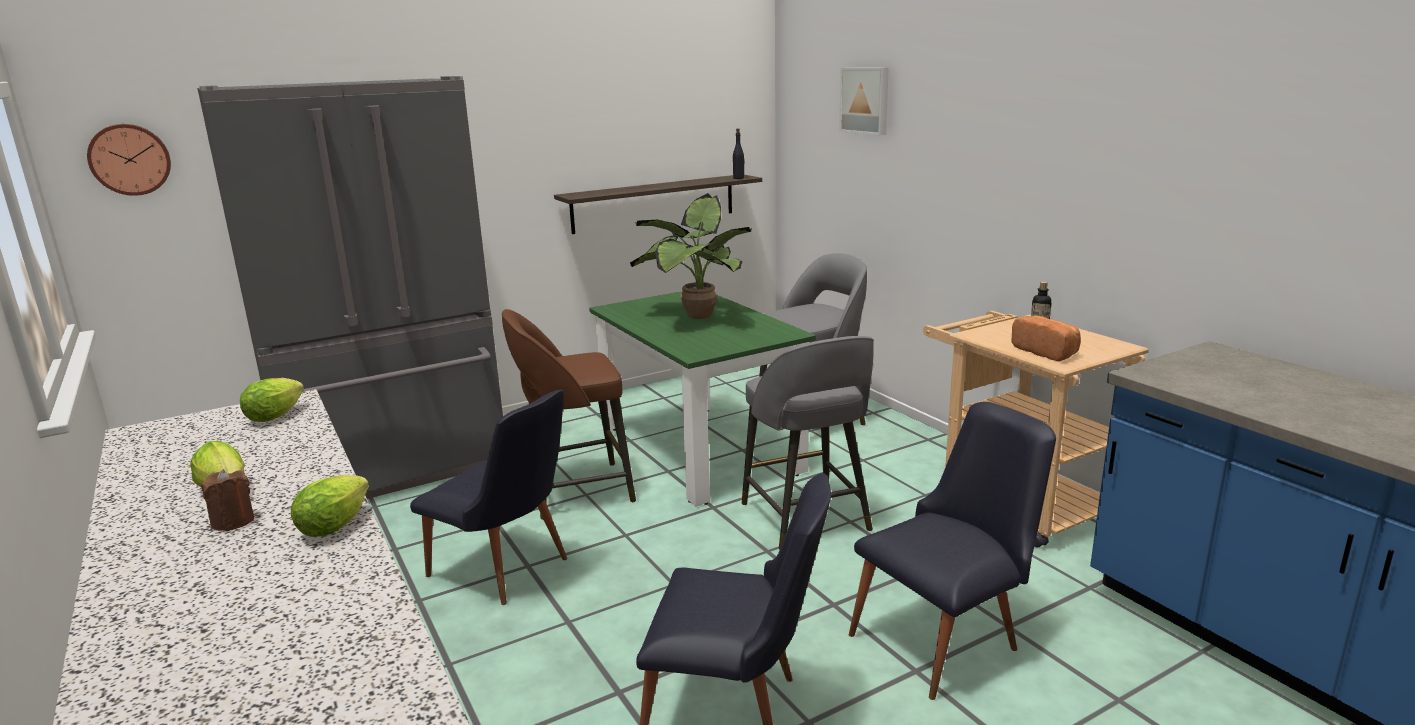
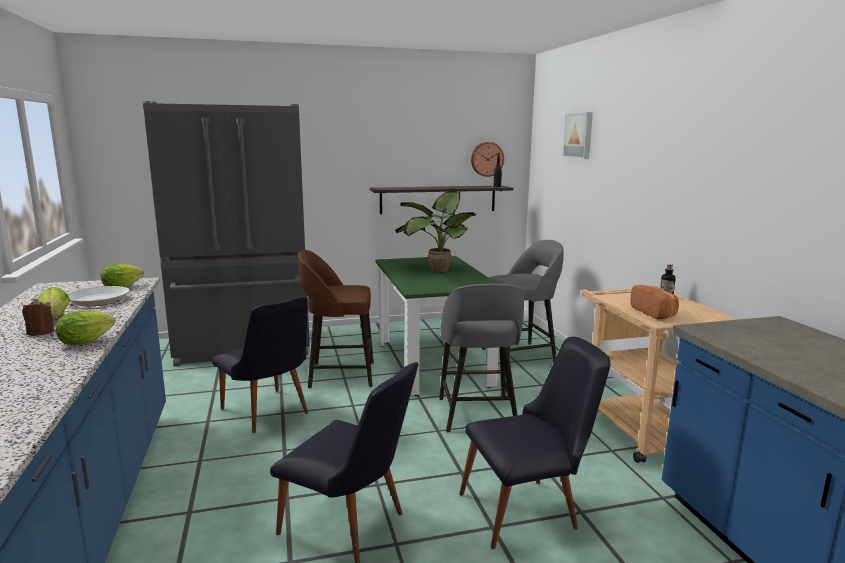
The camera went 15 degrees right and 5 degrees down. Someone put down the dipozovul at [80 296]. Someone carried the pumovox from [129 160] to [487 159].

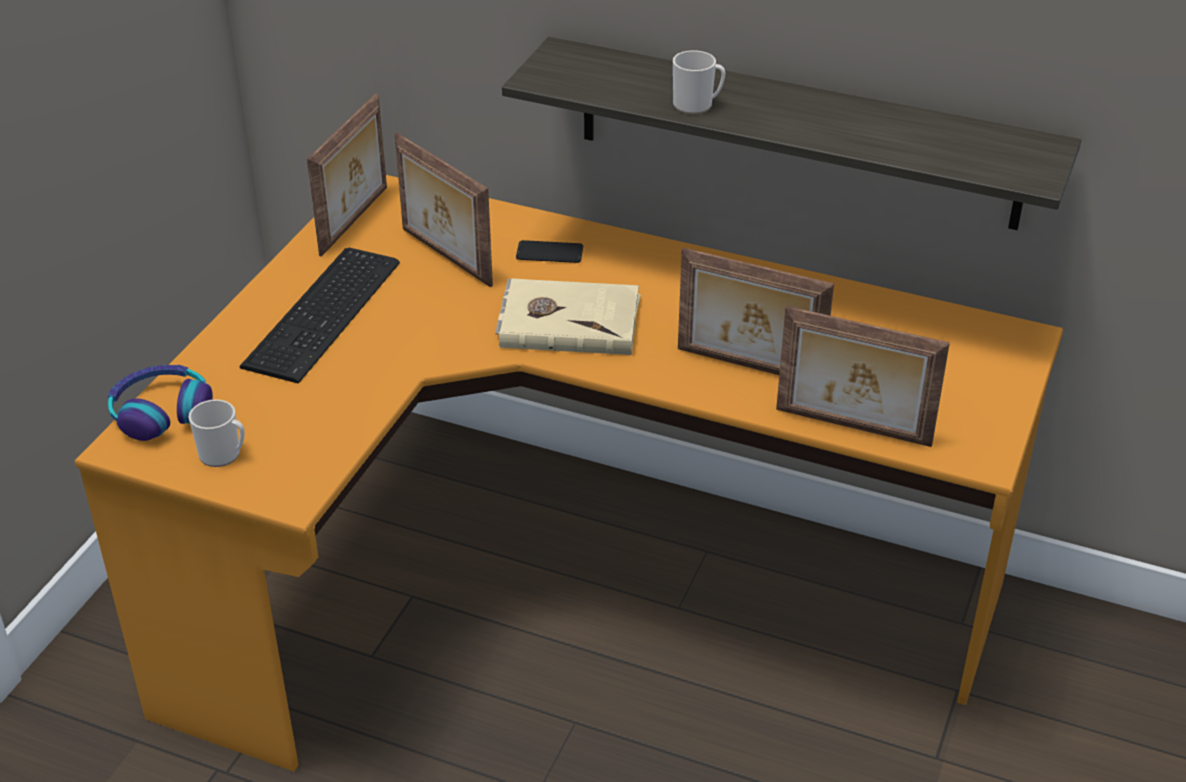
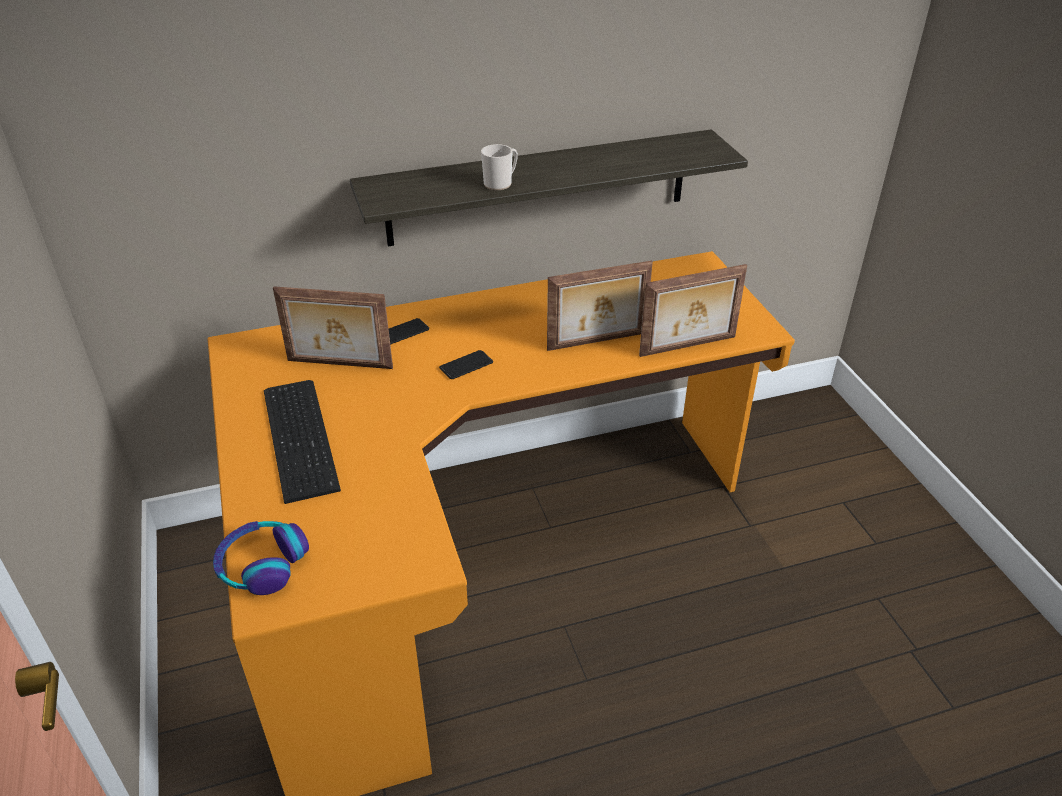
The camera went 40 degrees left and 0 degrees up. Someone swapped the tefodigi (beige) at [568 316] for the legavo at [466 364]. Someone took away the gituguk at [217 433]. Someone took away the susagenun at [347 175].

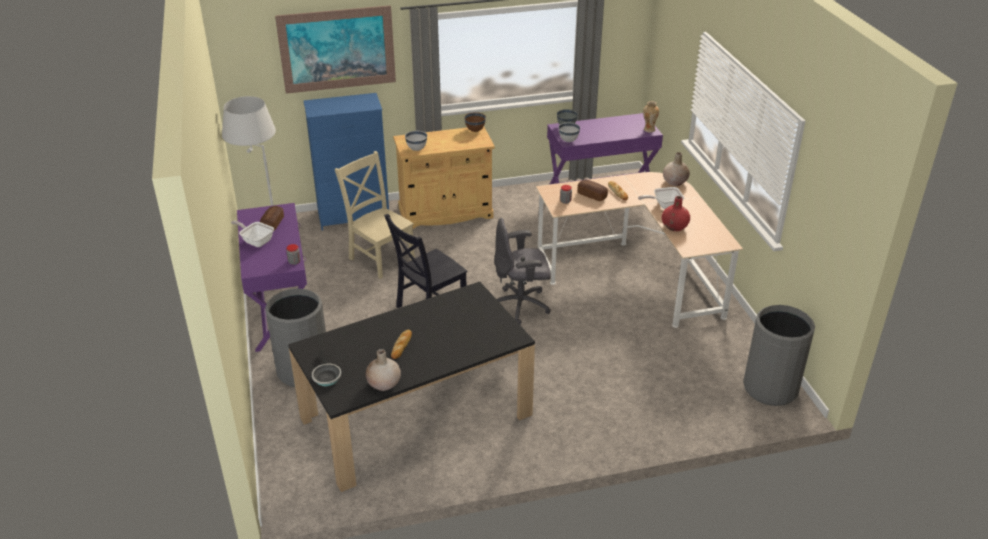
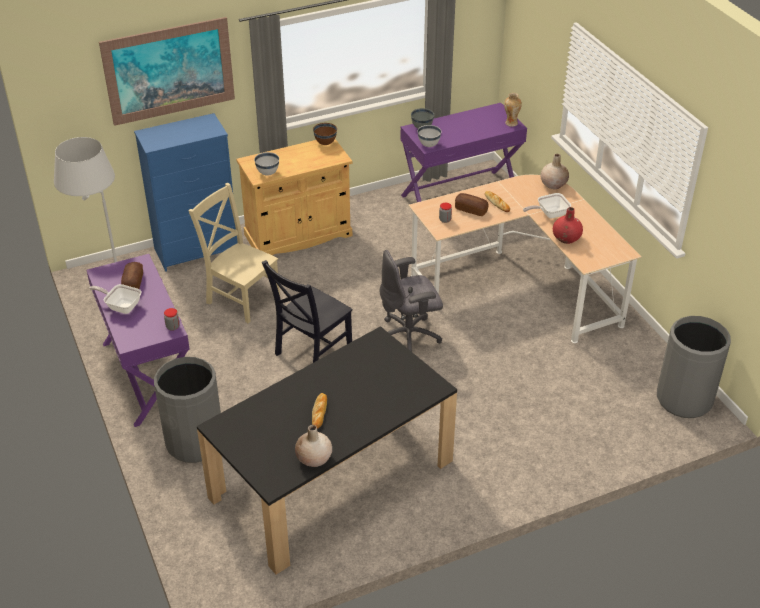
The camera went 10 degrees left and 5 degrees up. Someone took away the dipozovul at [326 368].

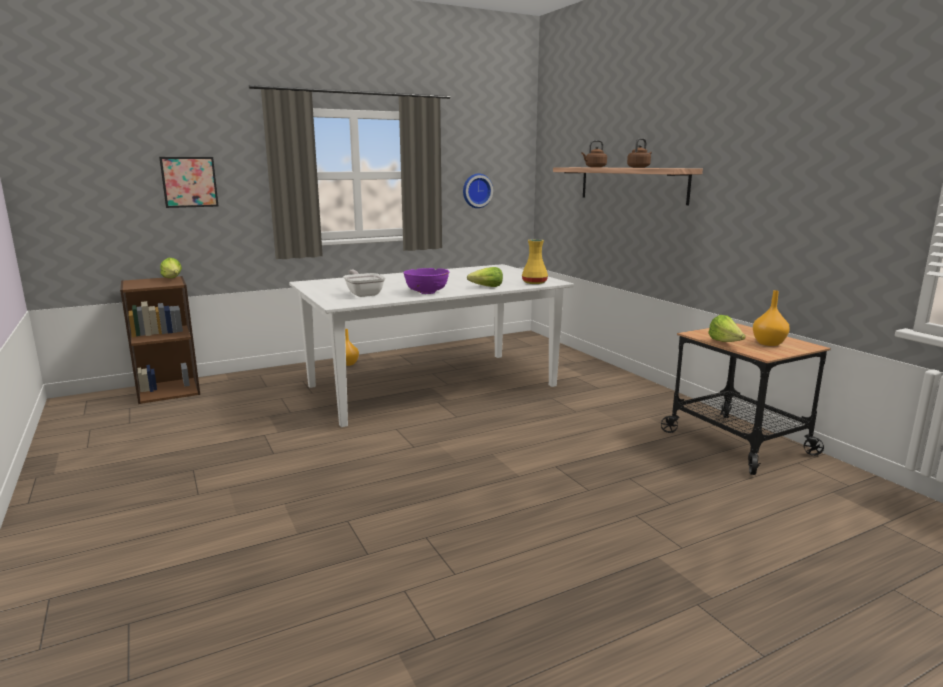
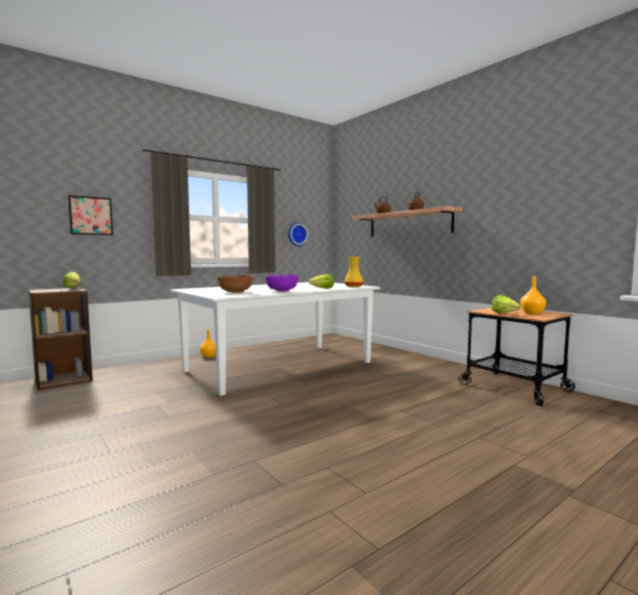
The camera went 10 degrees left and 10 degrees down. Someone swapped the dipozovul at [364 283] for the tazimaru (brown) at [235 284].

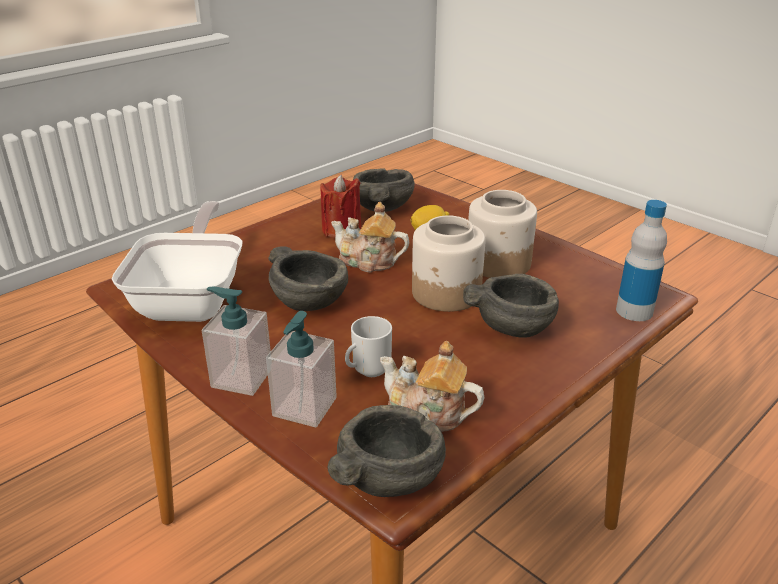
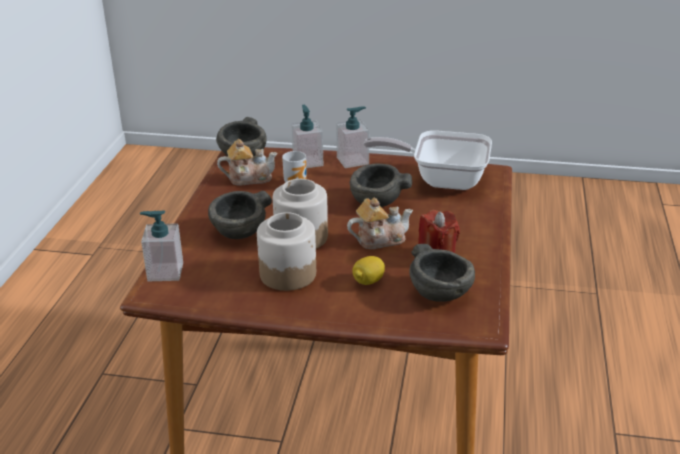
The camera went 145 degrees right and 0 degrees up. Someone swapped the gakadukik at [641 260] for the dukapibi at [161 245]. Someone rotated the dipozovul at [177 261] by 135 degrees clockwise.

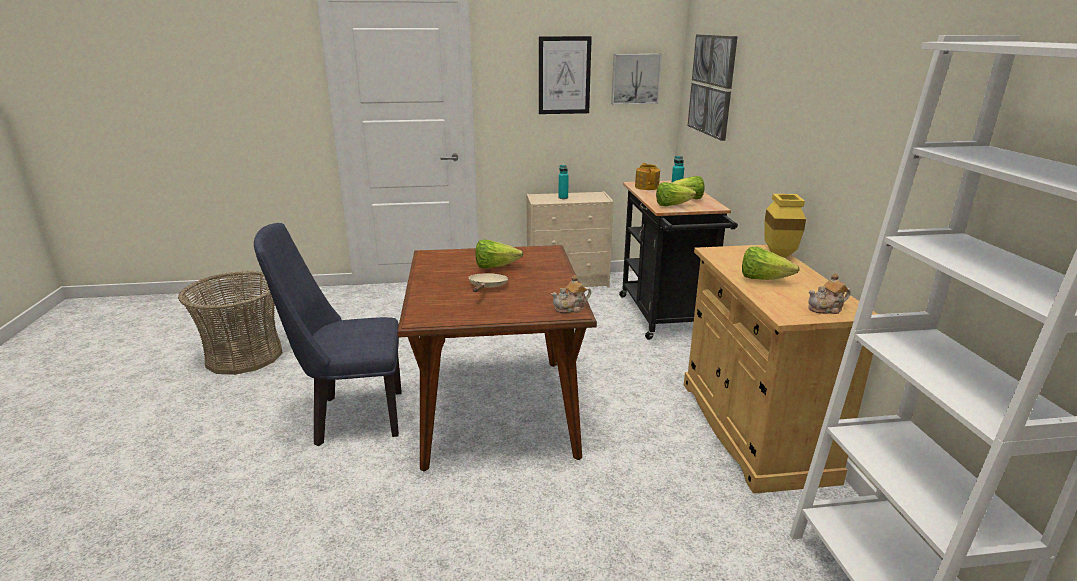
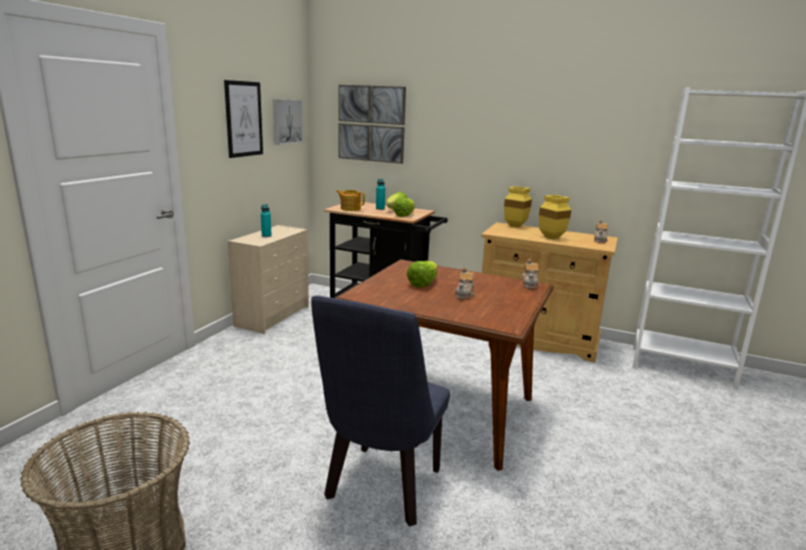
The camera went 60 degrees left and 5 degrees down. Someone swapped the dipozovul (beige) at [488 282] for the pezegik at [464 283]. Someone swapped the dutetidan at [771 263] for the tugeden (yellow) at [555 217].

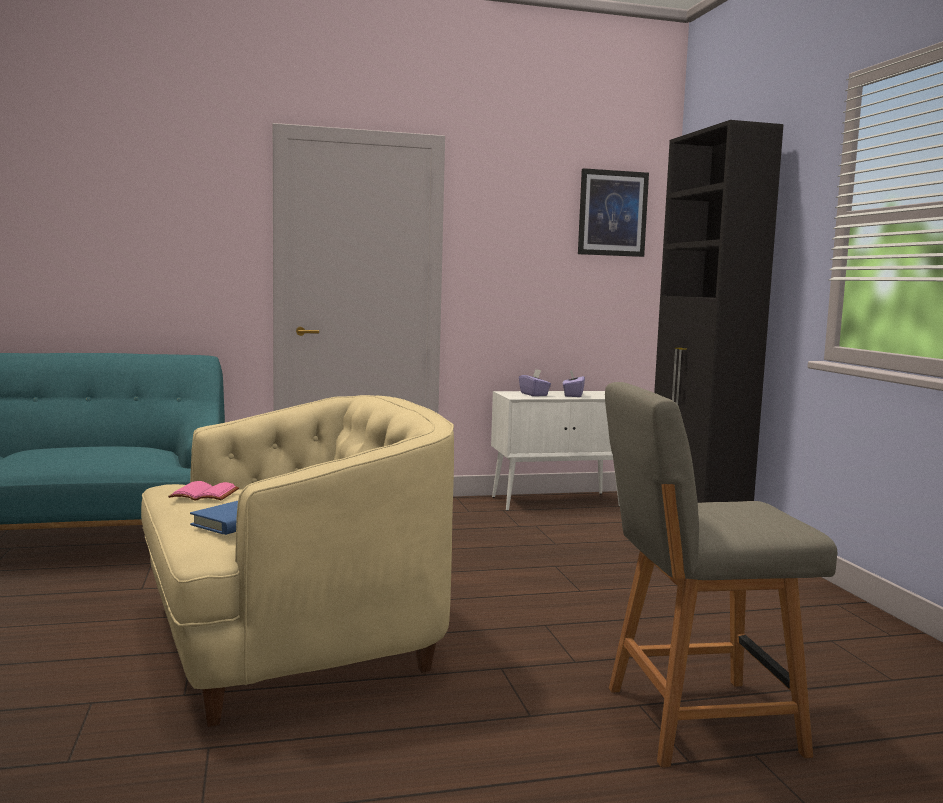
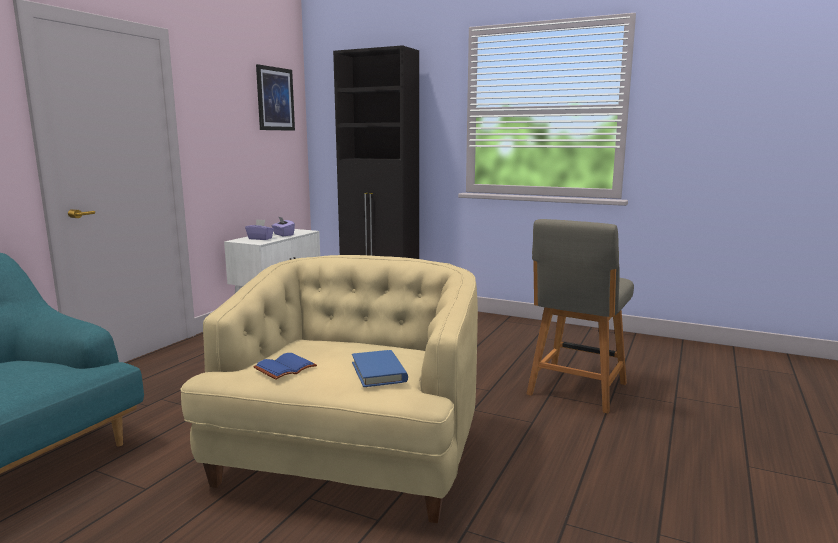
The camera went 50 degrees left and 5 degrees up. Someone repainted the tefodigi (pink) at [203 491], which became the tefodigi (blue) at [285 366].

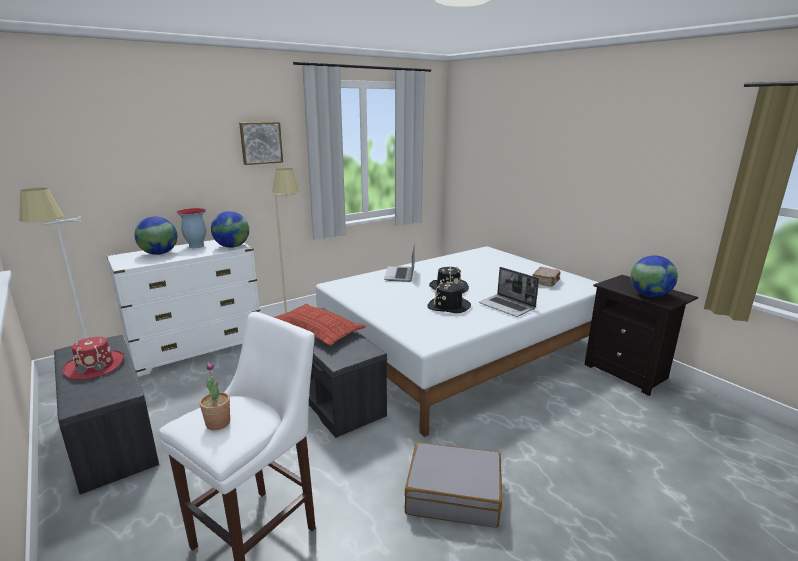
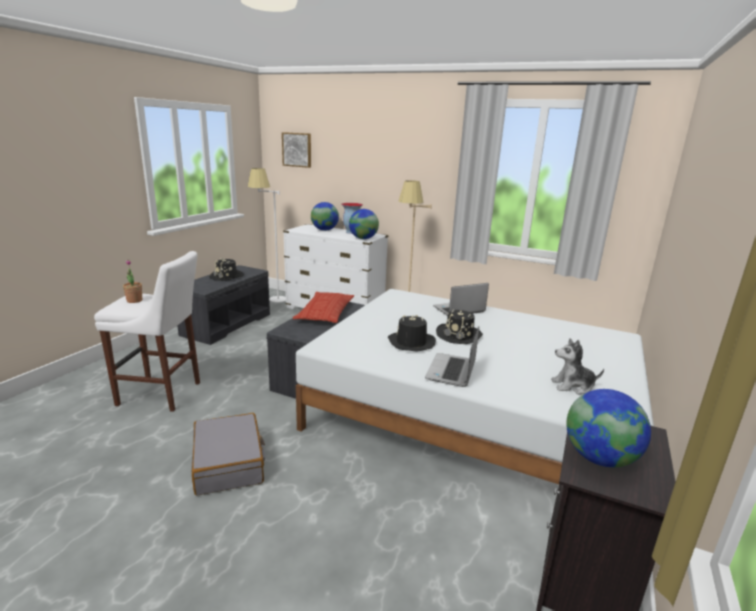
The camera went 60 degrees right and 0 degrees up. Someone repainted the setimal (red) at [93 358], which became the setimal (black) at [226 269]. Someone carried the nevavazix from [261 143] to [296 150]. Someone swapped the tefodigi (brown) at [546 277] for the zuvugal at [577 366].

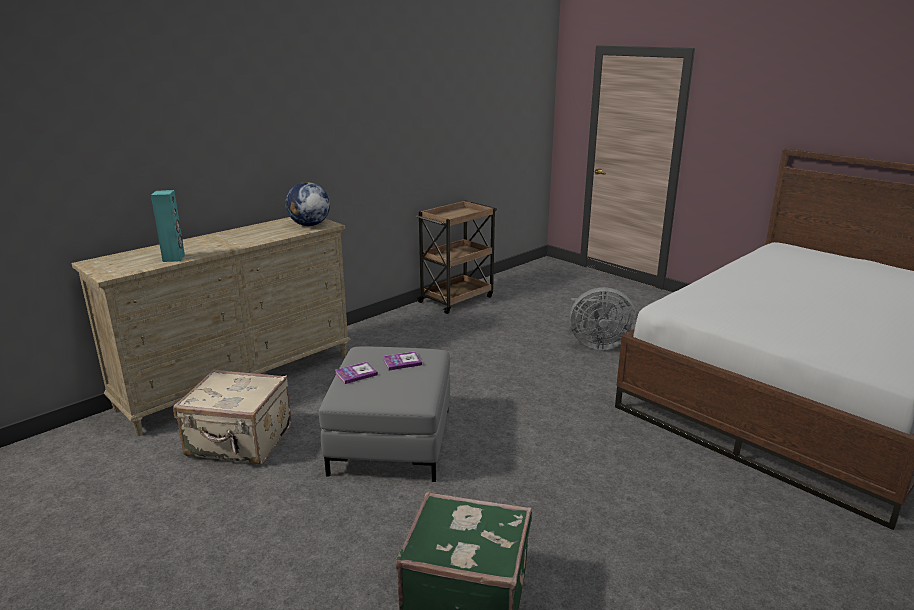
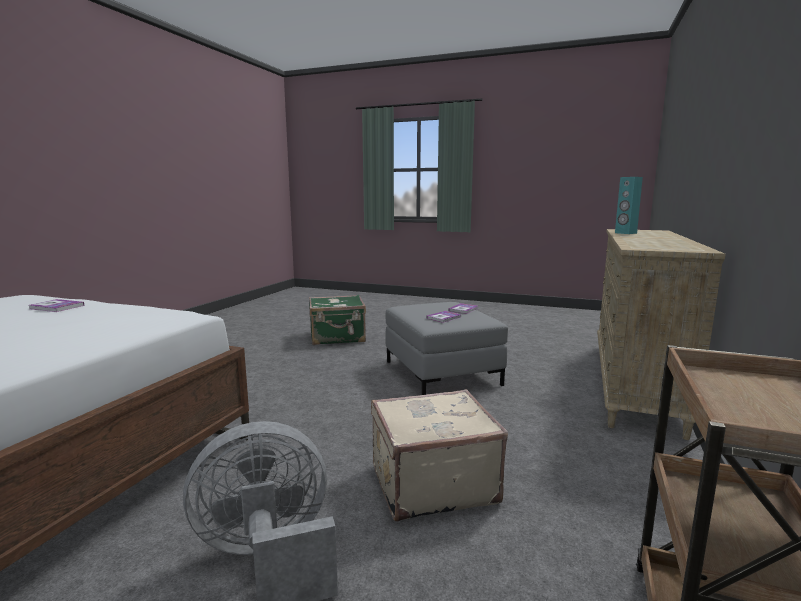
The camera went 155 degrees right and 10 degrees down. Someone put down the tefodigi at [57 305]. Someone carried the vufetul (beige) from [232 417] to [439 455]. Someone took away the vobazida at [307 204].

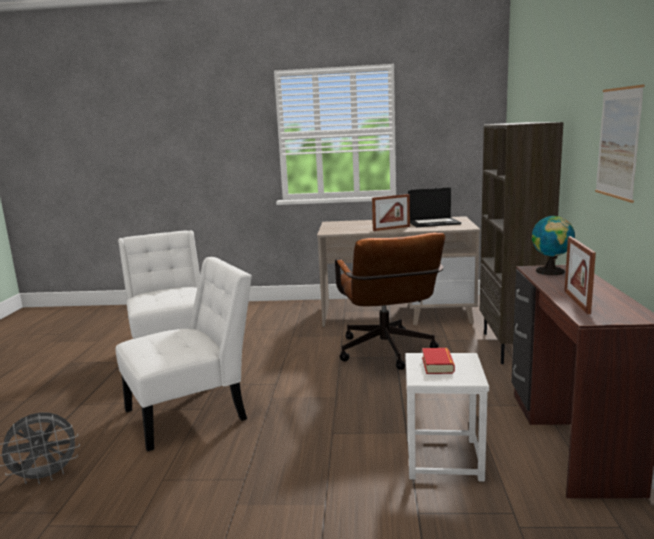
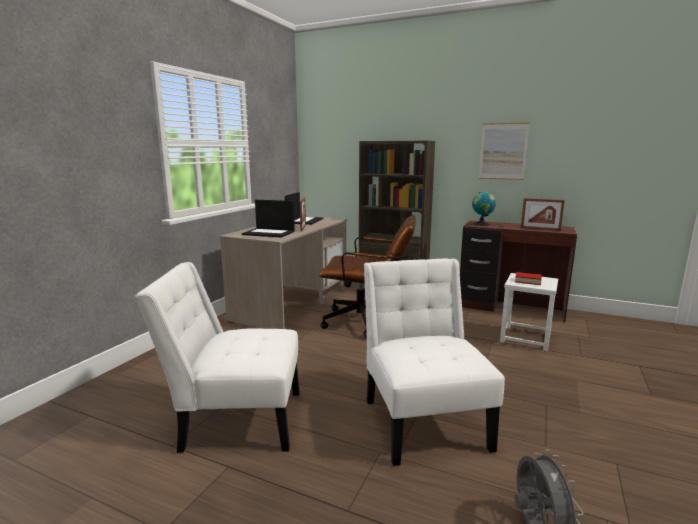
The camera went 70 degrees left and 0 degrees up. Someone put down the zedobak at [268 219].

